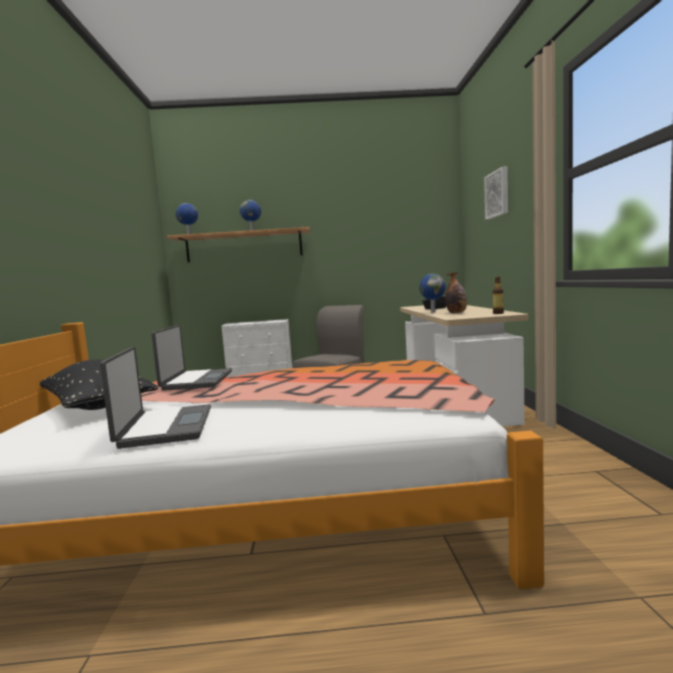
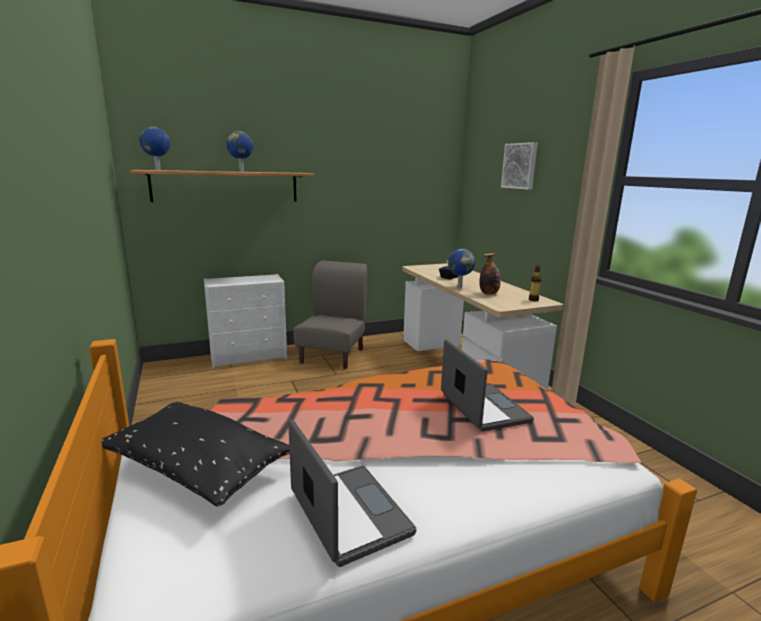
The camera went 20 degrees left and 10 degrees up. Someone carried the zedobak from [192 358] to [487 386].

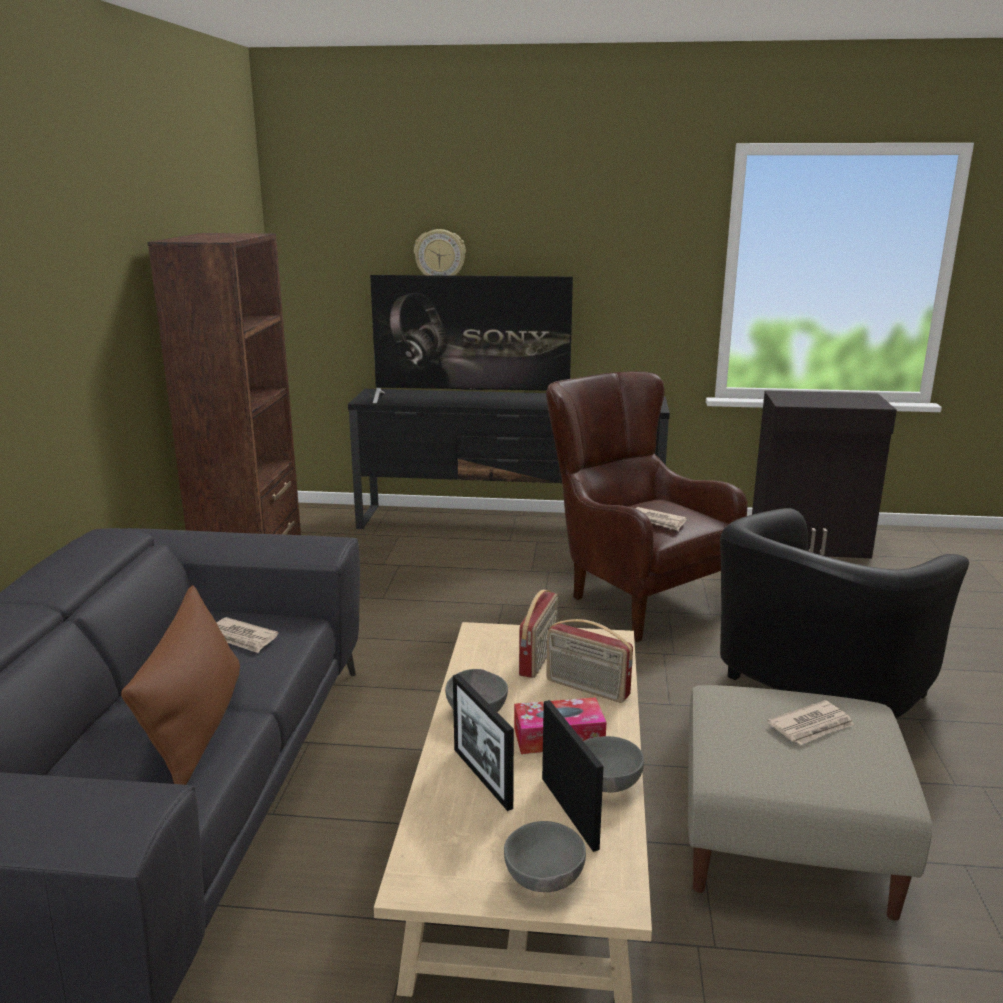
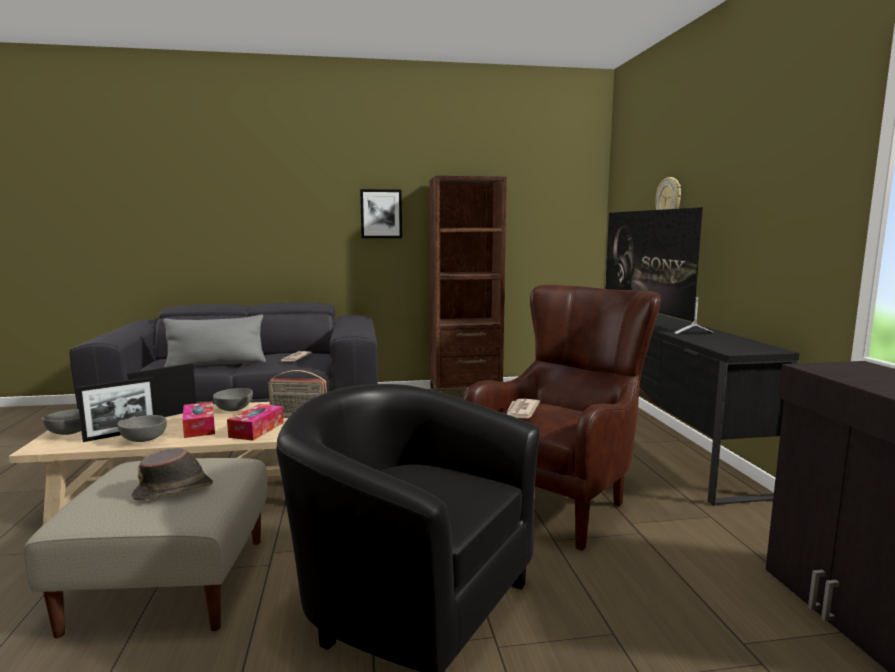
The camera went 75 degrees right and 10 degrees down. Someone swapped the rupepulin at [810 722] for the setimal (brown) at [172 474]. Someone repainted the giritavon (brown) at [180 685], which became the giritavon (grey) at [214 341]. Someone swapped the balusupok at [589 661] for the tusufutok at [255 422]. Someone put up the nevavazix at [381 213].

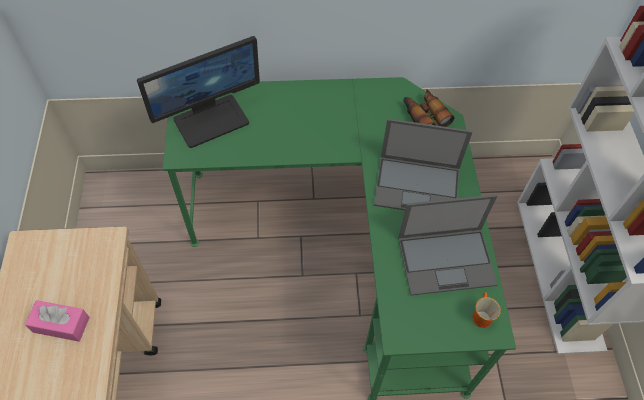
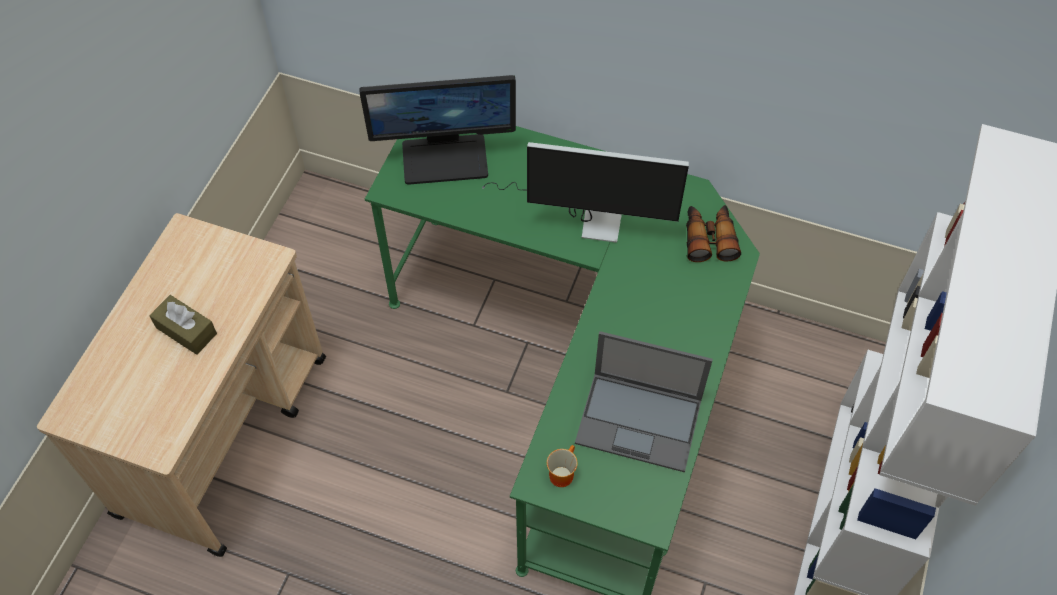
The camera went 25 degrees right and 0 degrees up. Someone repainted the tusufutok (pink) at [57 321], which became the tusufutok (brown) at [183 325]. Someone put down the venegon at [585 192]. Someone carried the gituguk from [487 310] to [562 466]. Someone took away the zedobak at [423 164].

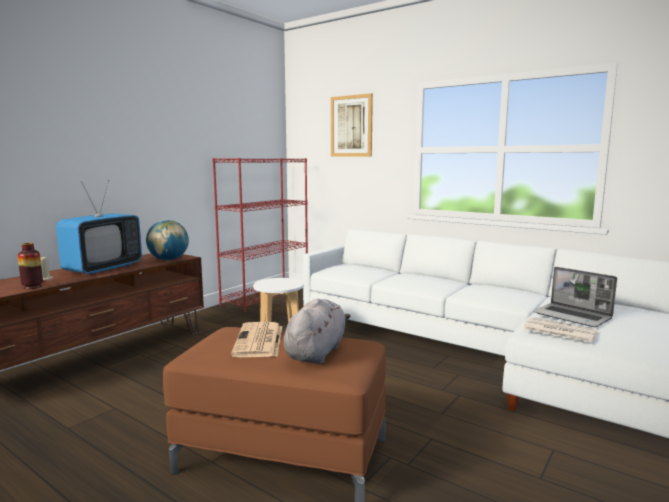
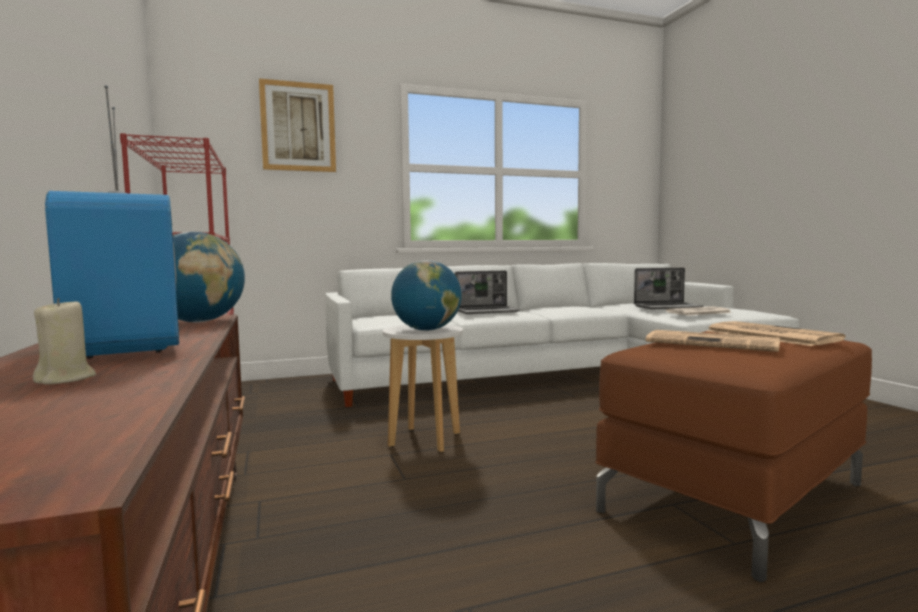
The camera went 55 degrees left and 5 degrees down. Someone put down the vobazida at [426 295]. Someone put down the zedobak at [487 292]. Someone swapped the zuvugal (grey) at [317 331] for the rupepulin at [776 333]. Someone took away the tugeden at [30 266].

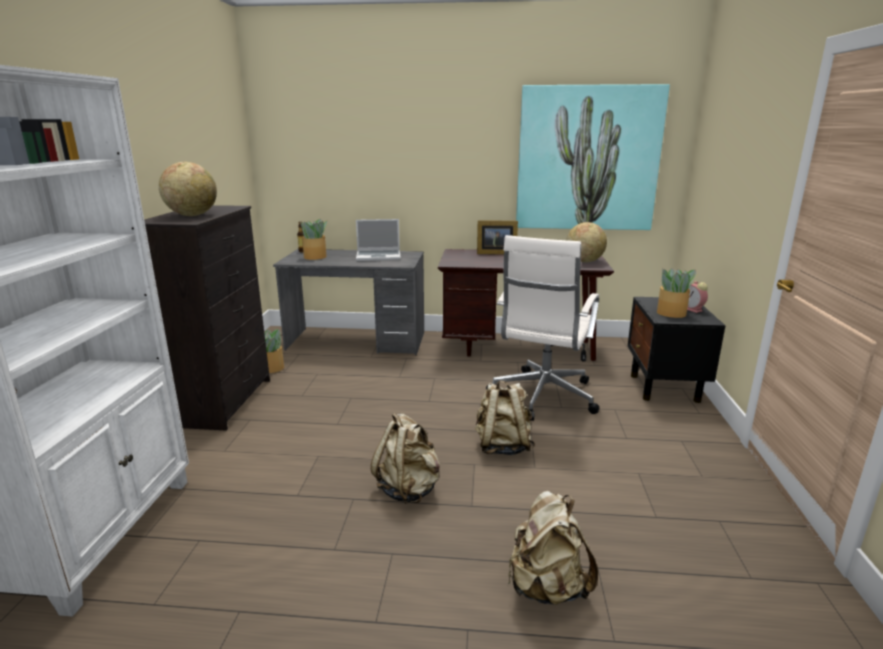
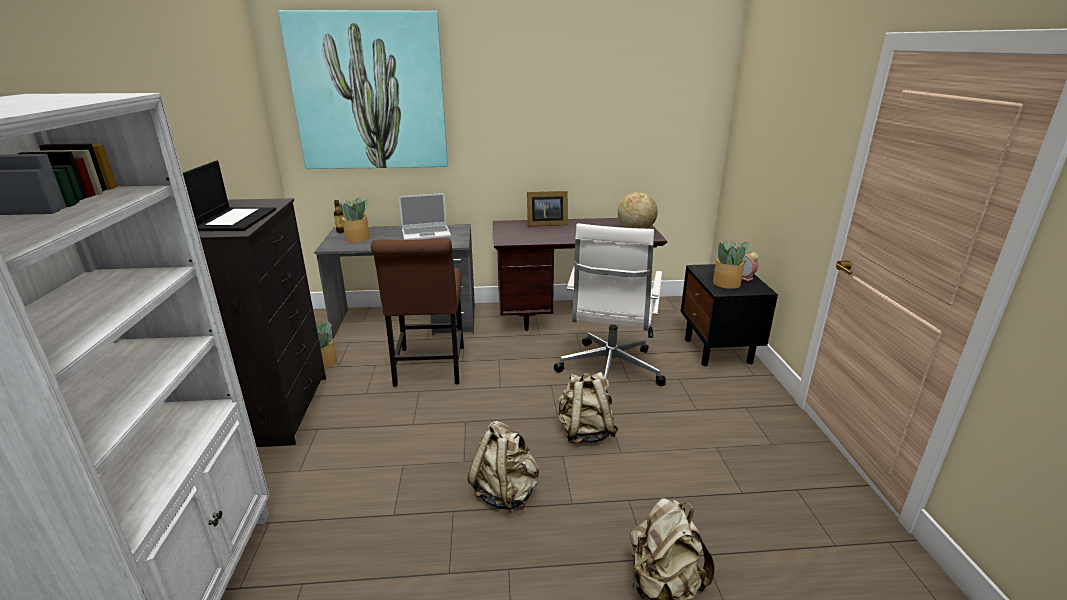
The camera went 10 degrees left and 5 degrees up. Someone swapped the vobazida at [188 189] for the zedobak at [229 196]. Someone carried the nevavazix from [593 157] to [363 89]. Someone put down the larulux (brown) at [417 312].

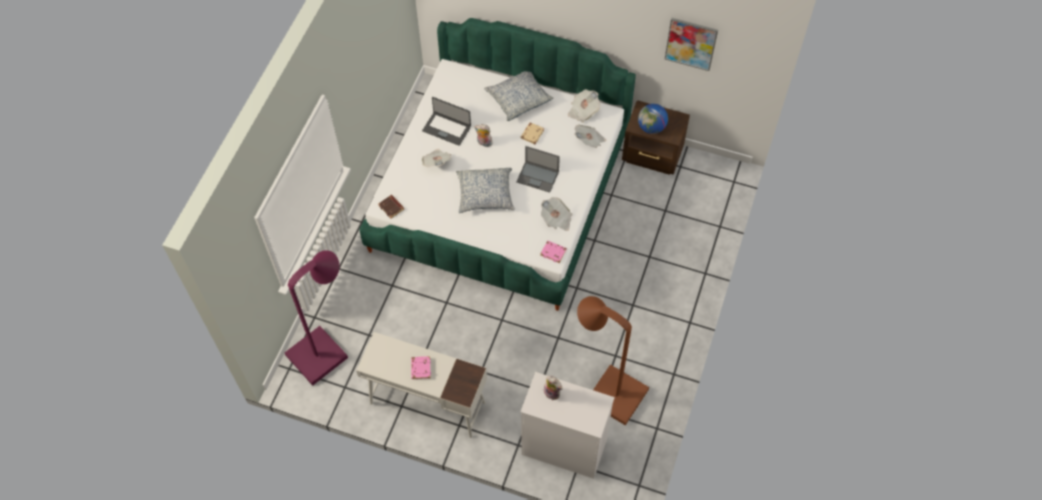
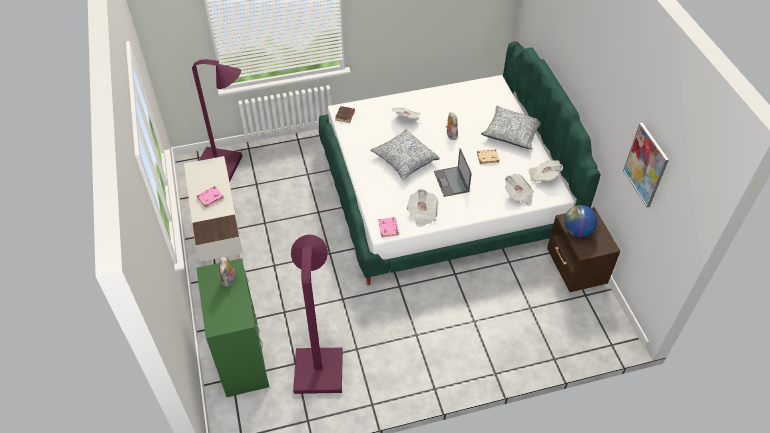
The camera went 55 degrees right and 10 degrees down. Someone repainted the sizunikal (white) at [567 425], which became the sizunikal (green) at [232 327]. Someone repainted the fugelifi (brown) at [613 361], which became the fugelifi (purple) at [317 314]. Someone took away the zedobak at [446 121].

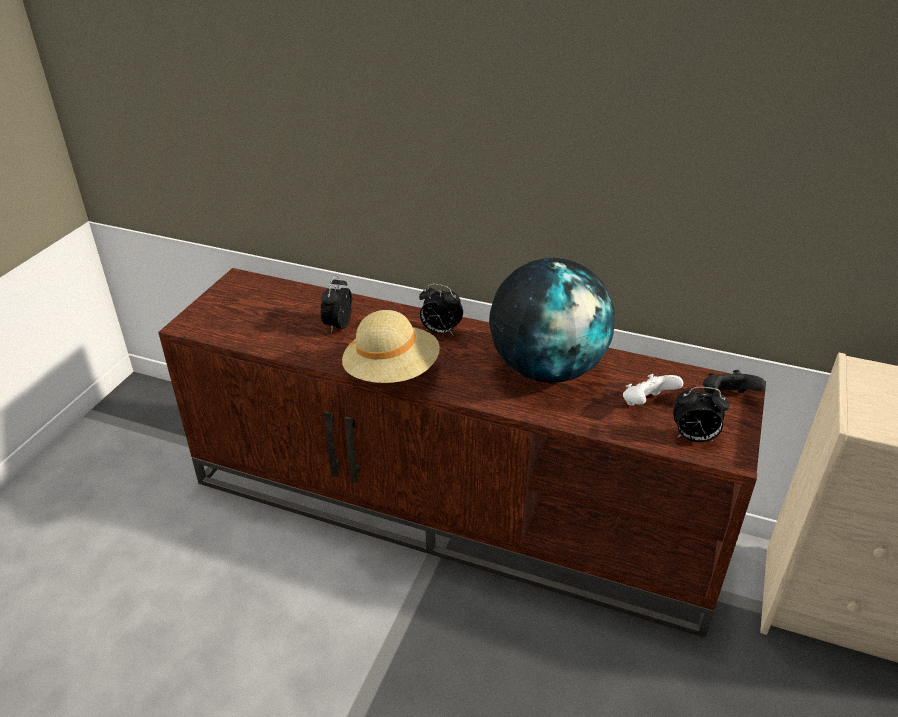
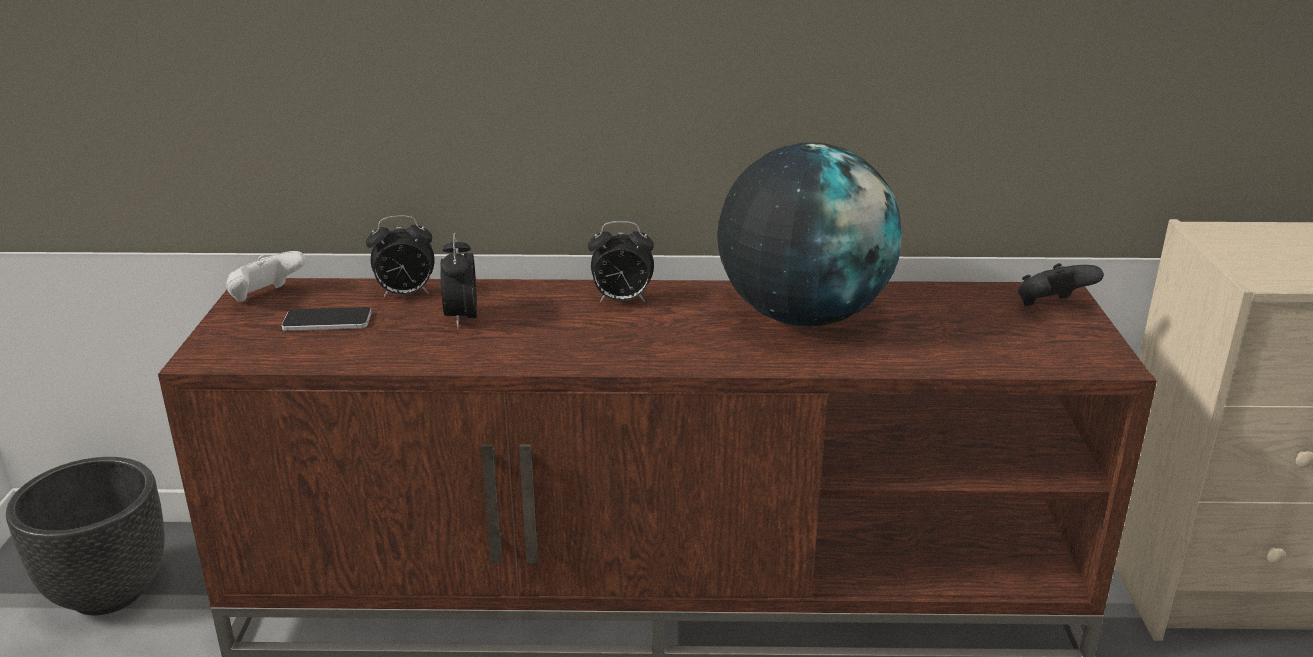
The camera went 20 degrees left and 10 degrees down. Someone put down the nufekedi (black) at [85 536]. Someone carried the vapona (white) from [653 389] to [266 276]. Someone put down the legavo at [326 319]. Someone carried the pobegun from [701 414] to [400 256]. Someone took away the setimal (beige) at [391 346].

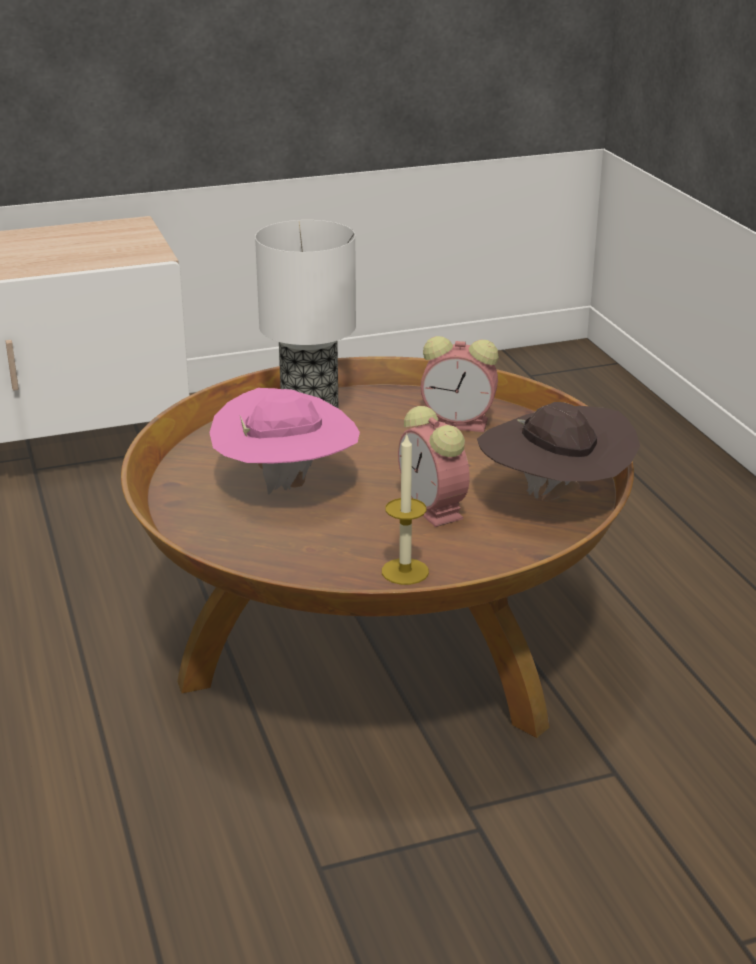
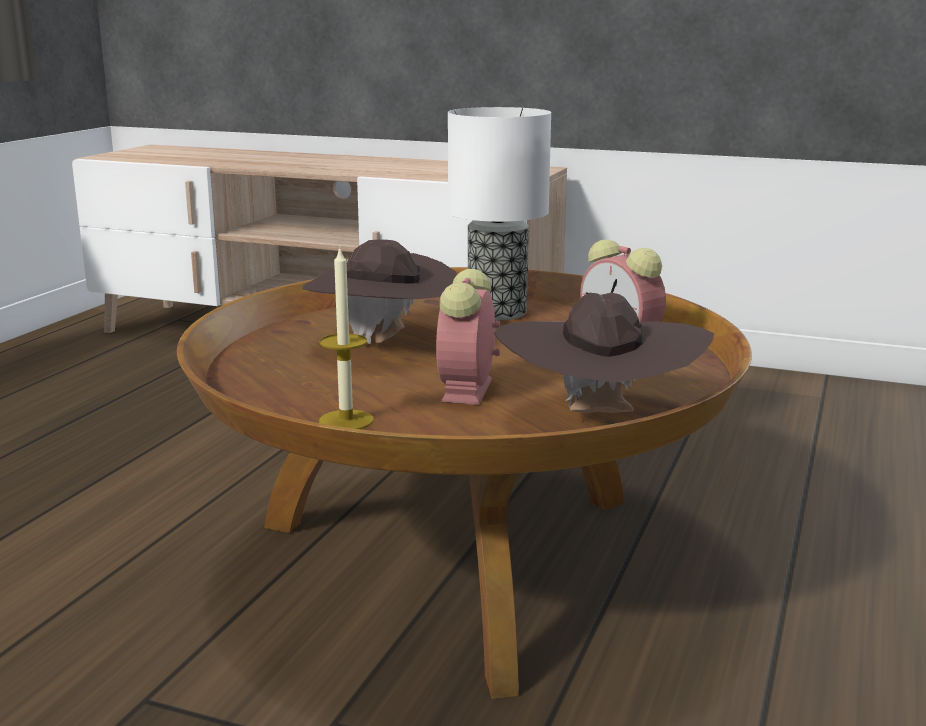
The camera went 40 degrees right and 10 degrees down. Someone repainted the setimal (pink) at [285 441], which became the setimal (brown) at [379 291].

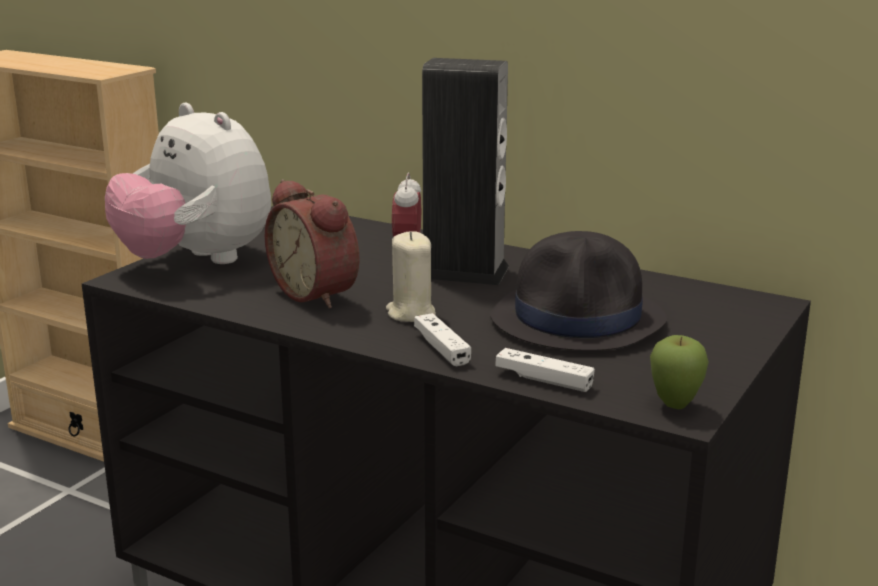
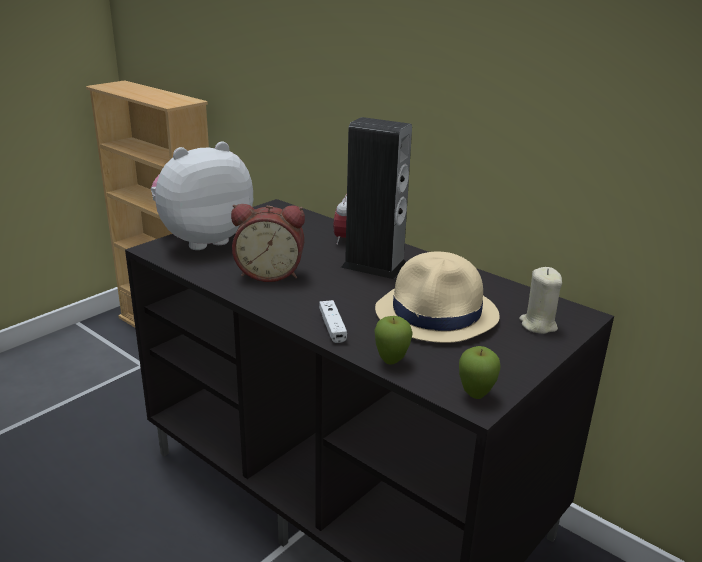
The camera went 10 degrees right and 5 degrees up. Someone rotated the zuvugal at [188 183] by 90 degrees clockwise. Someone rotated the pobegun at [312 244] by 60 degrees counterclockwise. Someone swapped the vapona (white) at [545 370] for the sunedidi at [393 340]. Someone repainted the setimal (black) at [578 291], which became the setimal (beige) at [437 297]. Someone carried the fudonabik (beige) from [411 276] to [540 300].

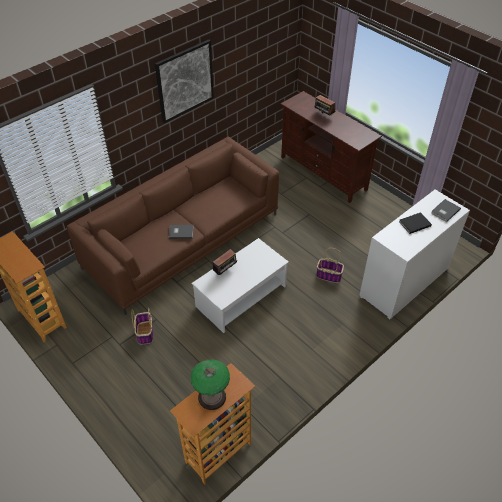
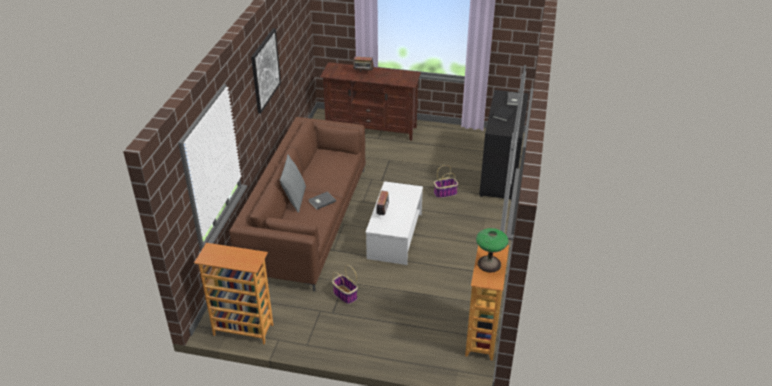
The camera went 35 degrees left and 10 degrees down. Someone put down the giritavon (grey) at [293 184]. Someone repainted the sizunikal (white) at [415 254], which became the sizunikal (black) at [504 144].

